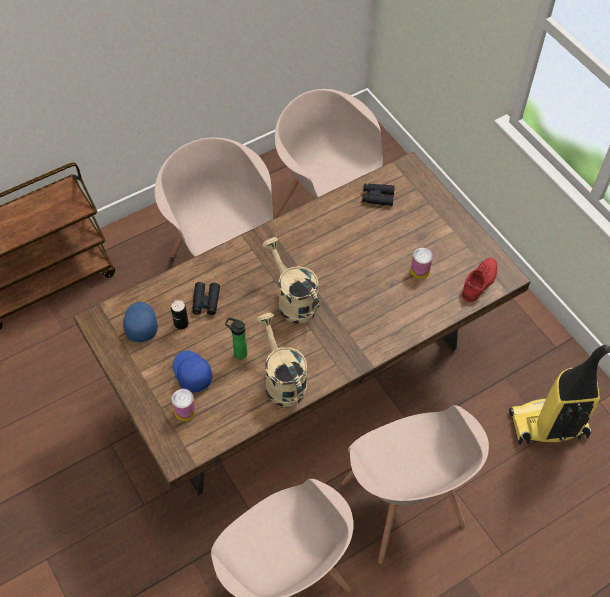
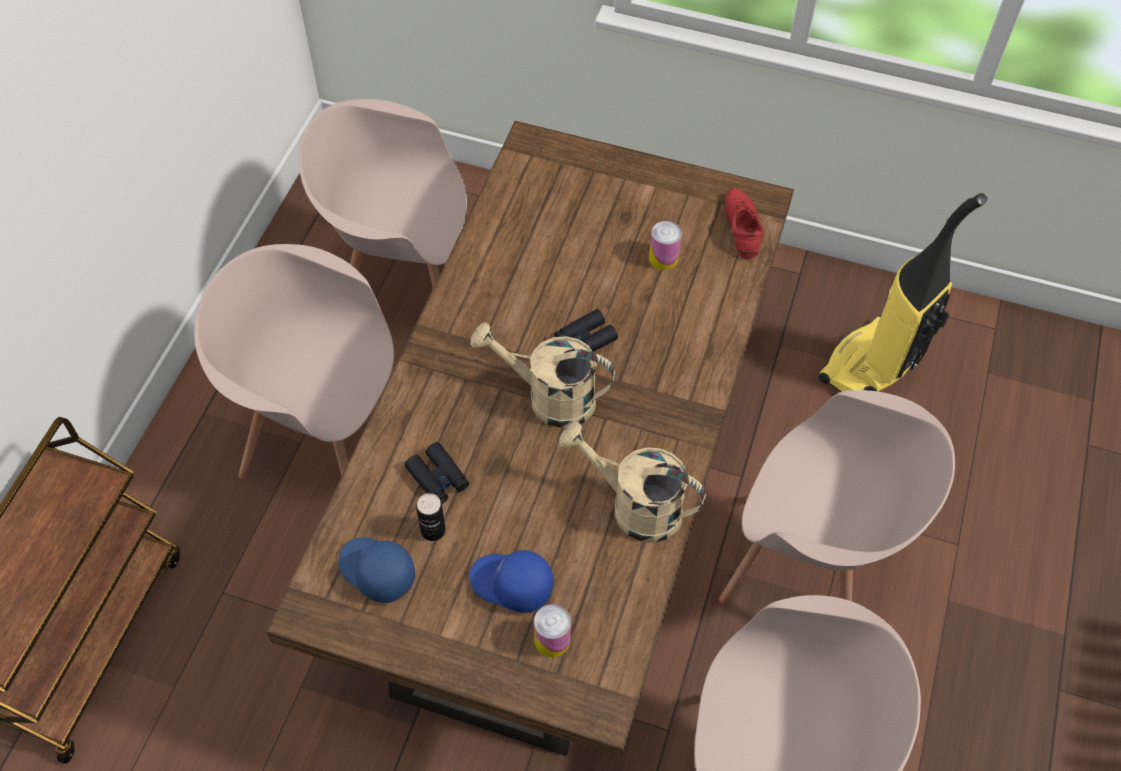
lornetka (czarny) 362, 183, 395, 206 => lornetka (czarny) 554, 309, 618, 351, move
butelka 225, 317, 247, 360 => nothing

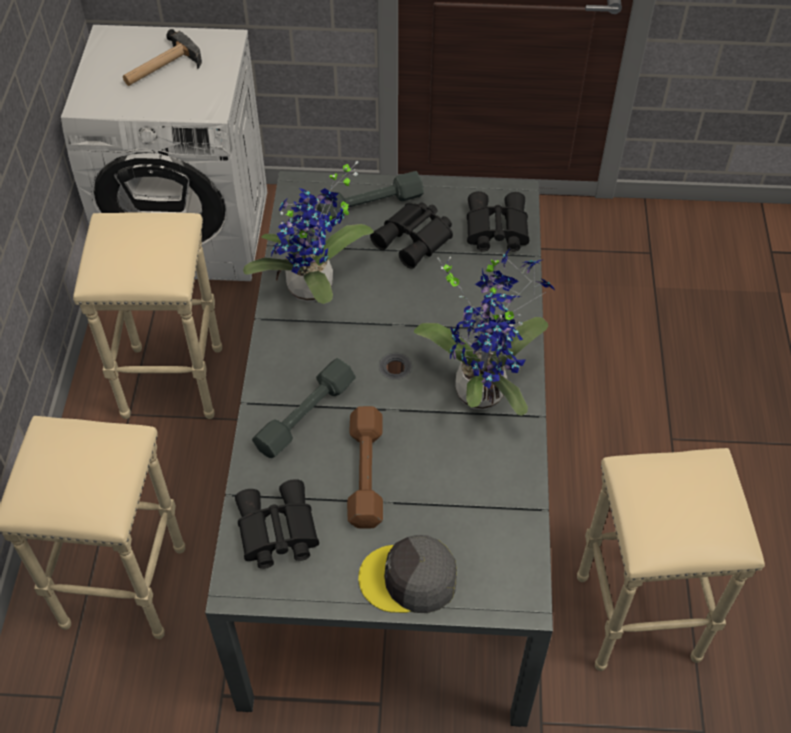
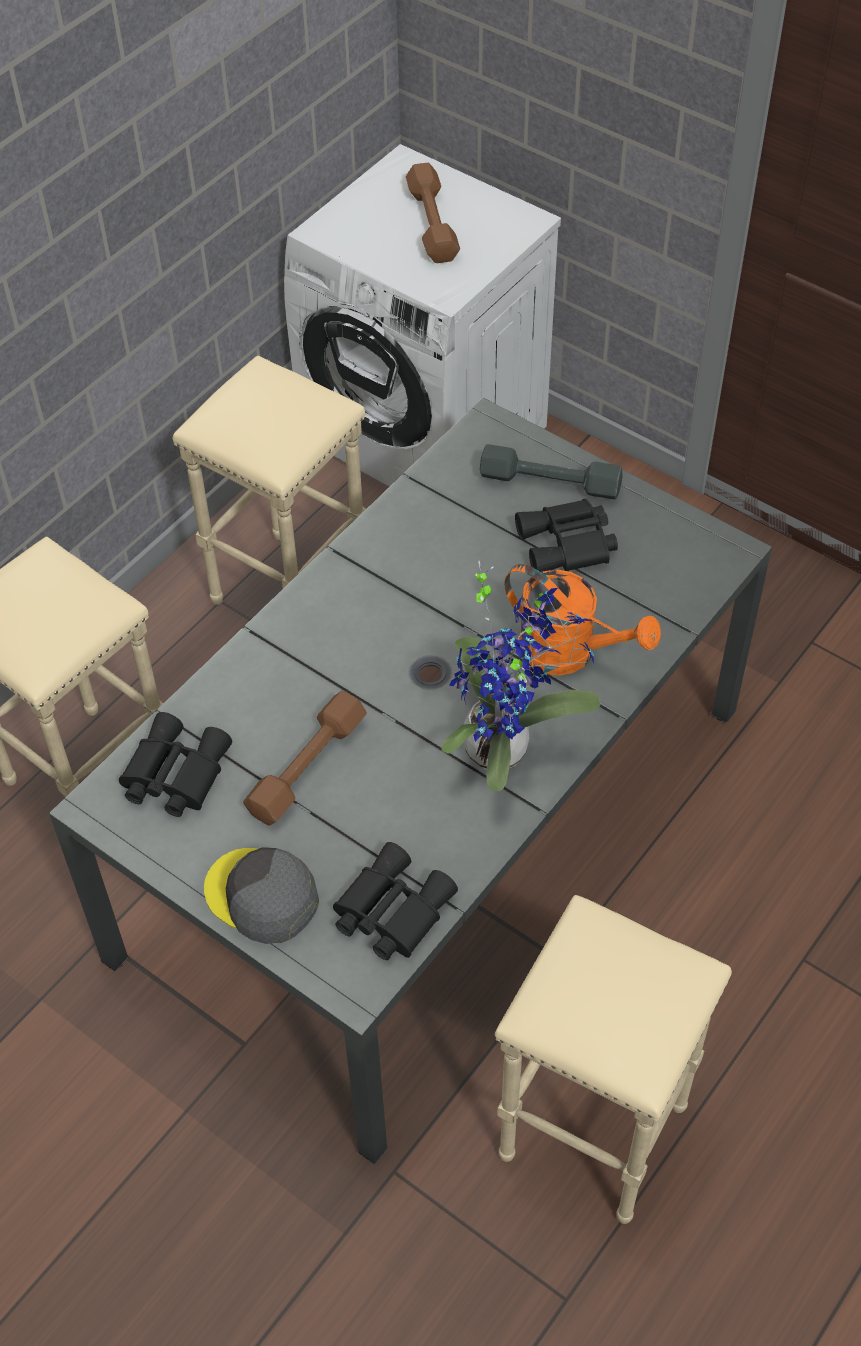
młotek 123, 29, 202, 86 => hantel (brązowy) 406, 163, 460, 263
roślina doniczkowa 243, 161, 374, 304 => nothing
lornetka (czarny) 467, 191, 529, 252 => lornetka (czarny) 333, 842, 458, 960, move
hantel (szary) 252, 358, 356, 458 => nothing
nothing => konewka (pomarańczowy) 504, 564, 661, 676

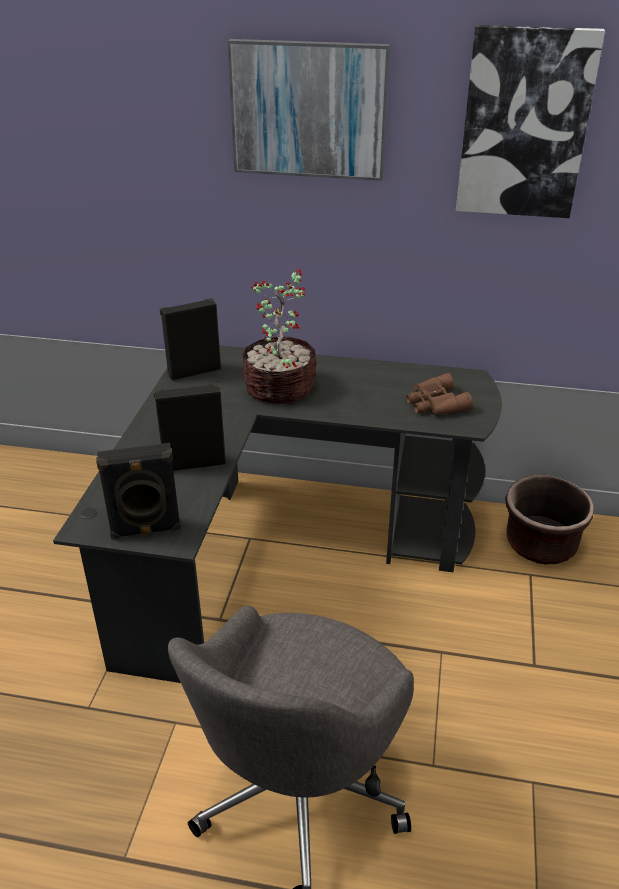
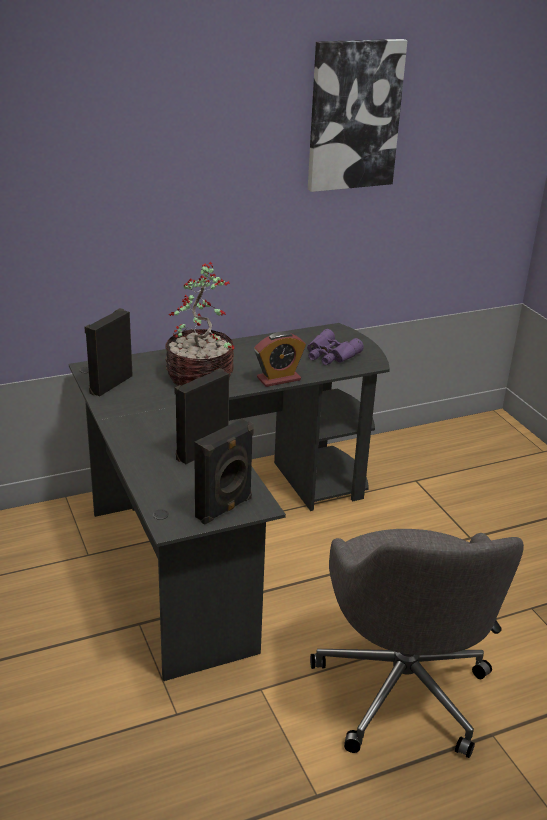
obraz 228, 39, 390, 181 => nothing
lornetka (brązowy) 406, 373, 473, 415 => lornetka (fioletowy) 307, 329, 364, 365
donica (brązowy) 505, 474, 594, 565 => nothing
nothing => budzik 254, 331, 306, 387

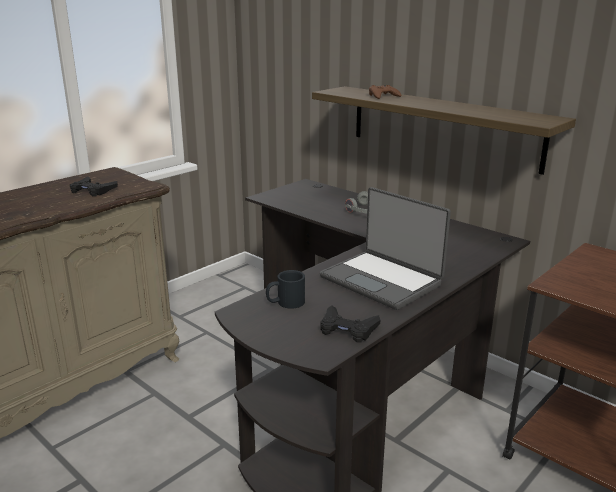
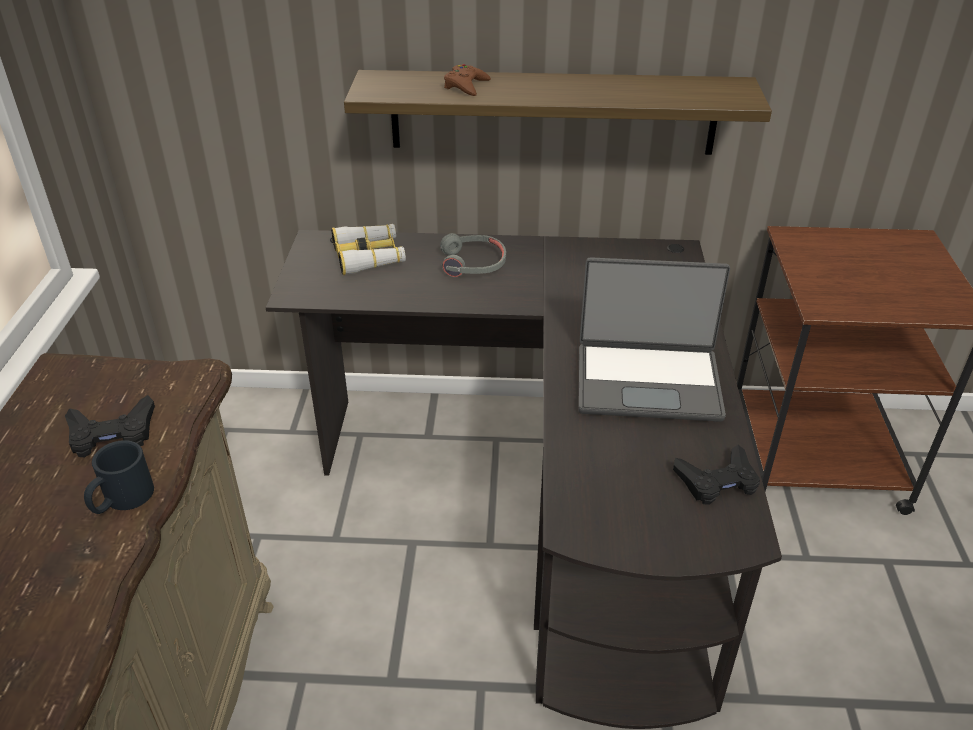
kubek (czarny) 266, 270, 305, 309 => kubek (czarny) 84, 440, 154, 514, move
nothing => lornetka 331, 224, 406, 275

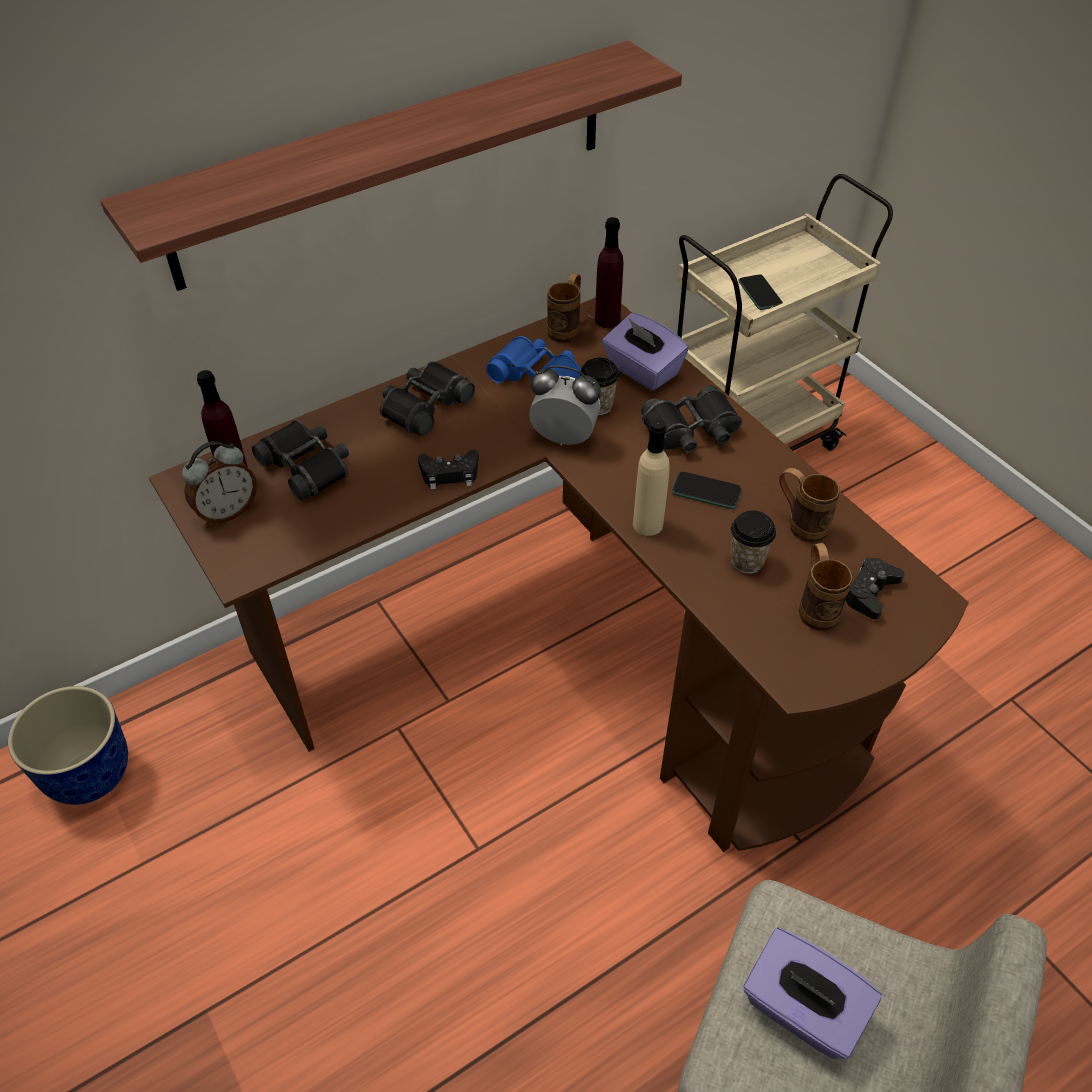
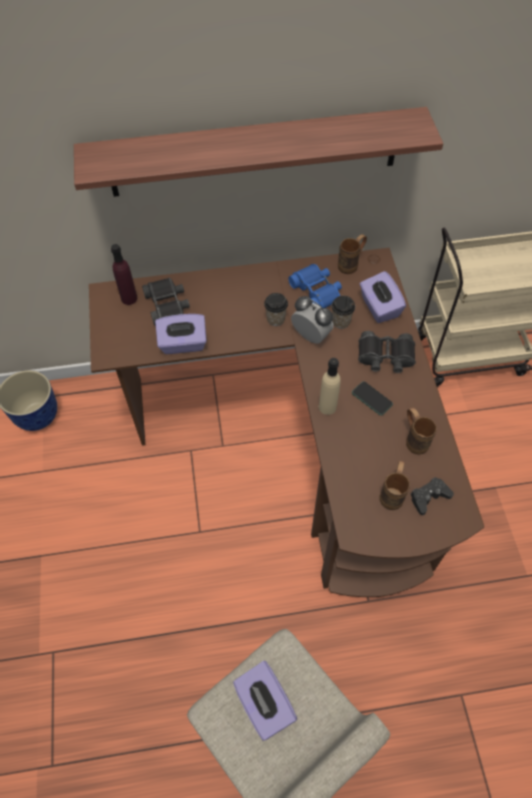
butelka (fioletowy) 595, 217, 623, 328 => nothing
telefon 738, 274, 783, 310 => nothing
lornetka (czarny) 380, 361, 475, 436 => nothing
budzik 182, 441, 257, 525 => nothing
pad do gier (czarny) 418, 450, 479, 489 => nothing
filiżanka 730, 511, 776, 574 => filiżanka 264, 293, 288, 326, move
nothing => pudełko chusteczek (fioletowy) 155, 314, 207, 354

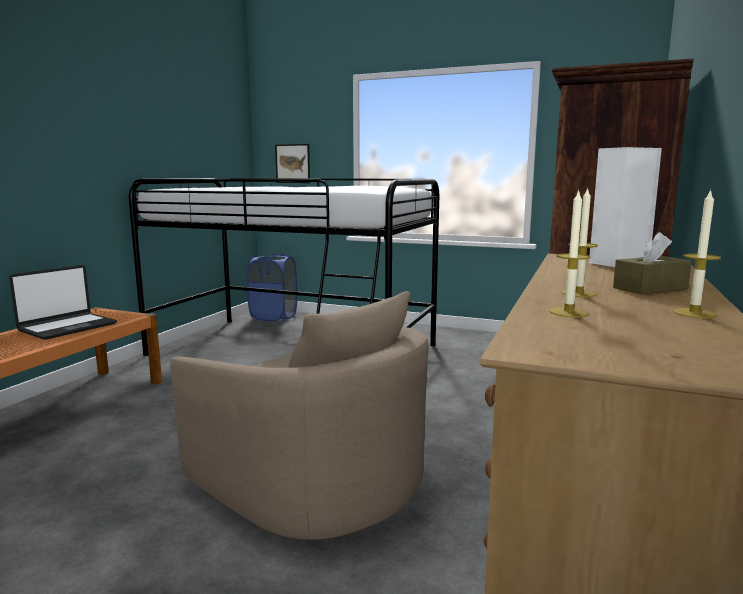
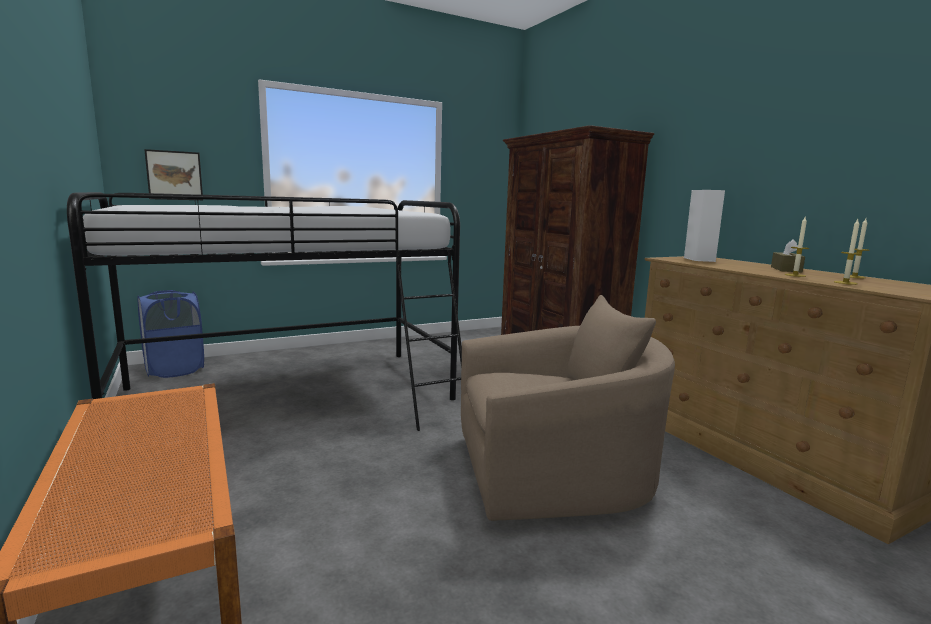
laptop 9, 265, 117, 340 => nothing

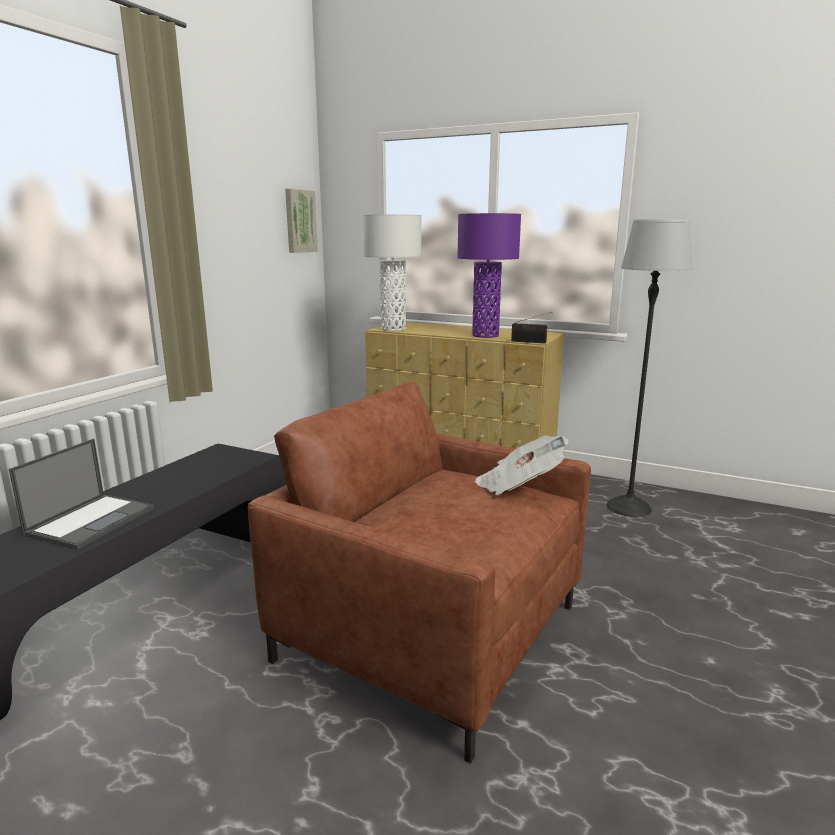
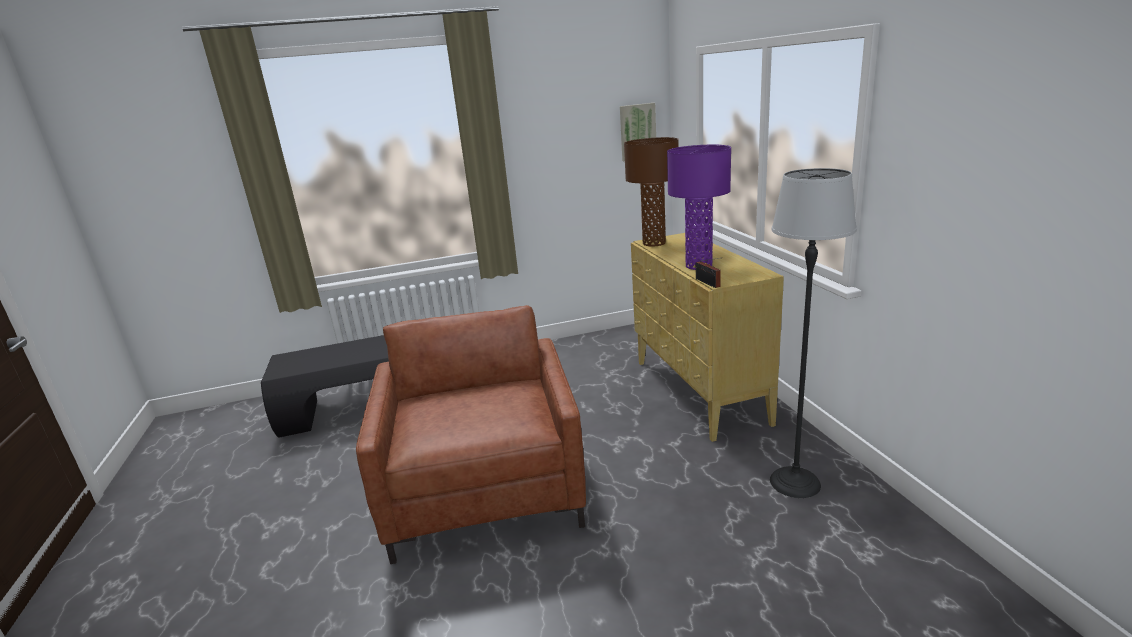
lampa stołowa (biały) 363, 214, 421, 331 => lampa stołowa (brązowy) 624, 137, 679, 246
gazeta 475, 435, 569, 495 => nothing
laptop 9, 439, 154, 550 => nothing

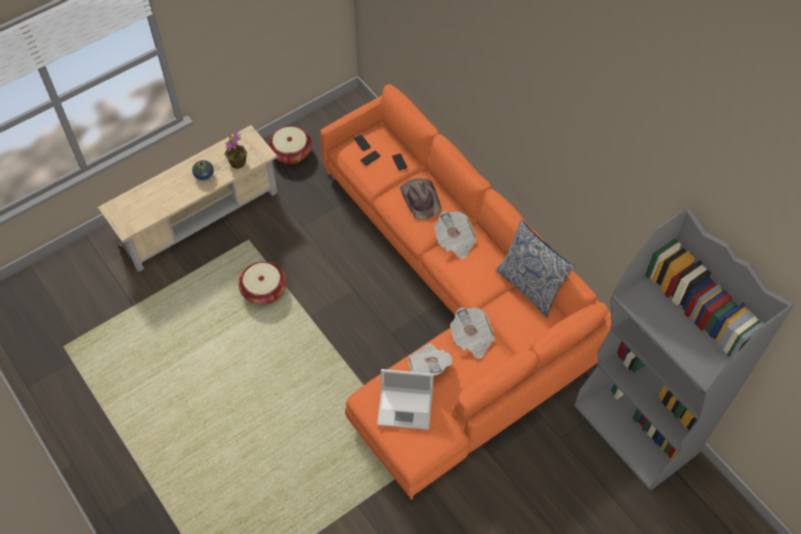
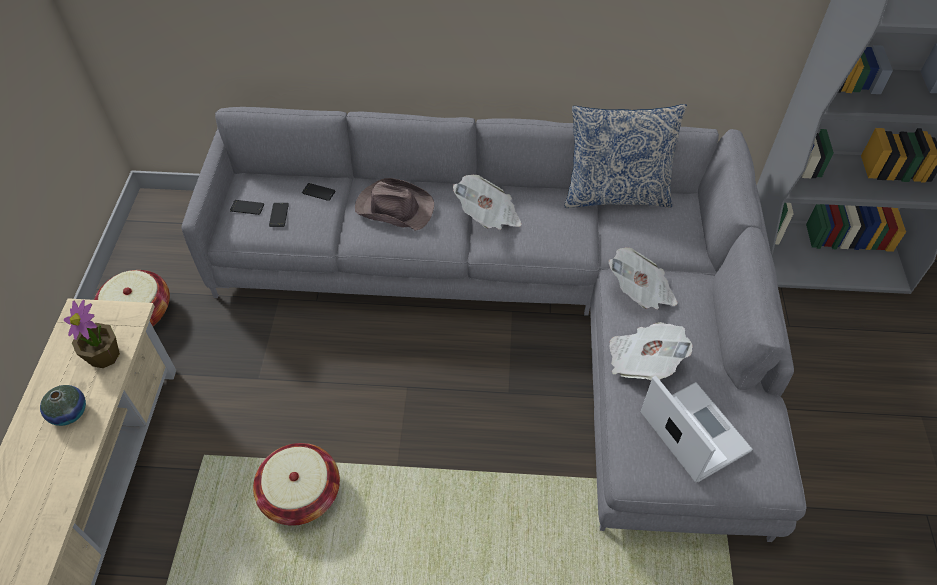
kanapa (pomarańczowy) 320, 84, 611, 500 => kanapa (szary) 182, 107, 807, 542
laptop 377, 369, 434, 430 => laptop 641, 376, 753, 482, 75 degrees counterclockwise

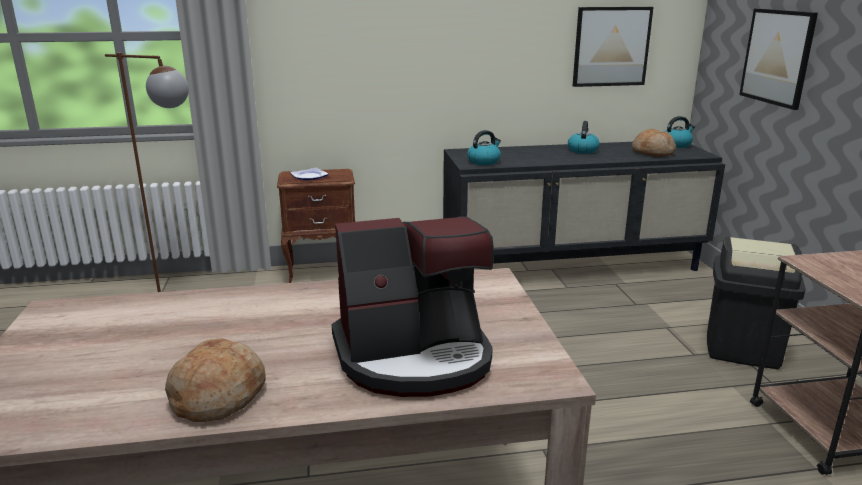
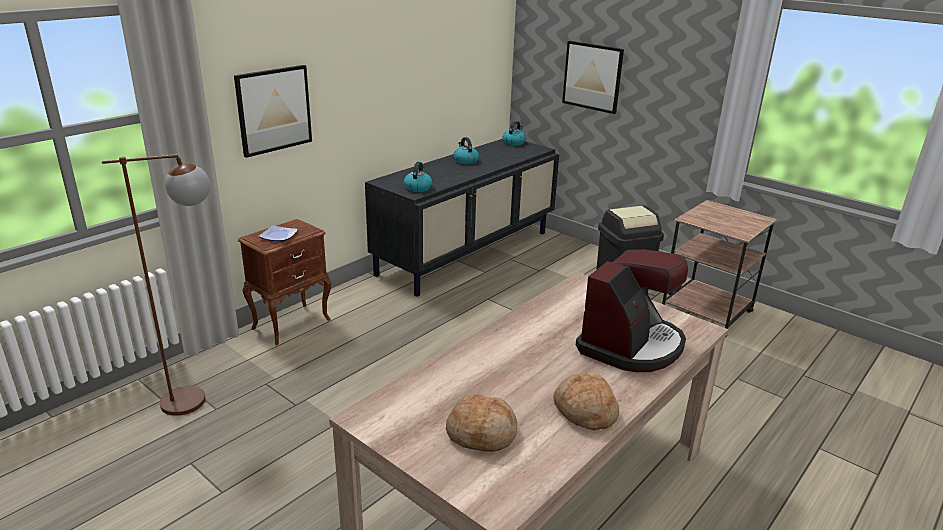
obraz 573, 7, 653, 87 => obraz 234, 65, 312, 158, move
chleb 632, 129, 676, 157 => chleb 446, 394, 517, 452, move

